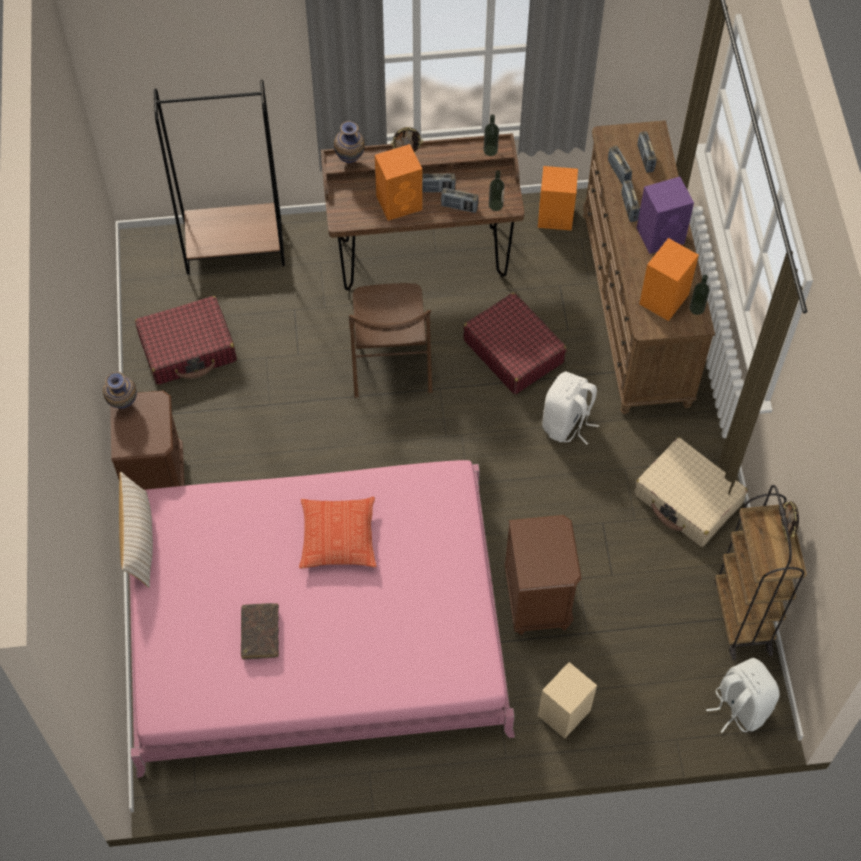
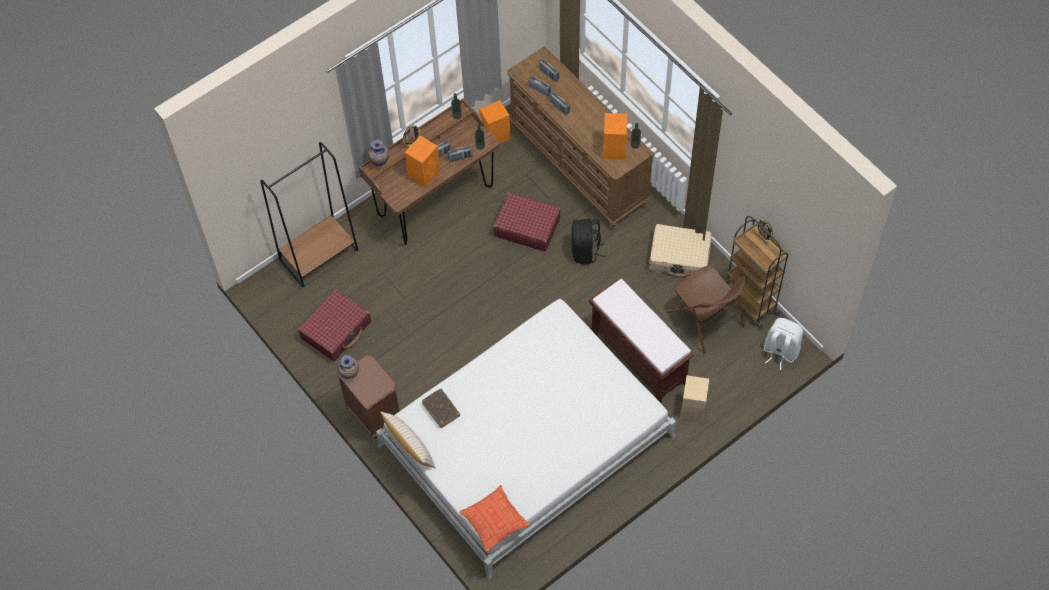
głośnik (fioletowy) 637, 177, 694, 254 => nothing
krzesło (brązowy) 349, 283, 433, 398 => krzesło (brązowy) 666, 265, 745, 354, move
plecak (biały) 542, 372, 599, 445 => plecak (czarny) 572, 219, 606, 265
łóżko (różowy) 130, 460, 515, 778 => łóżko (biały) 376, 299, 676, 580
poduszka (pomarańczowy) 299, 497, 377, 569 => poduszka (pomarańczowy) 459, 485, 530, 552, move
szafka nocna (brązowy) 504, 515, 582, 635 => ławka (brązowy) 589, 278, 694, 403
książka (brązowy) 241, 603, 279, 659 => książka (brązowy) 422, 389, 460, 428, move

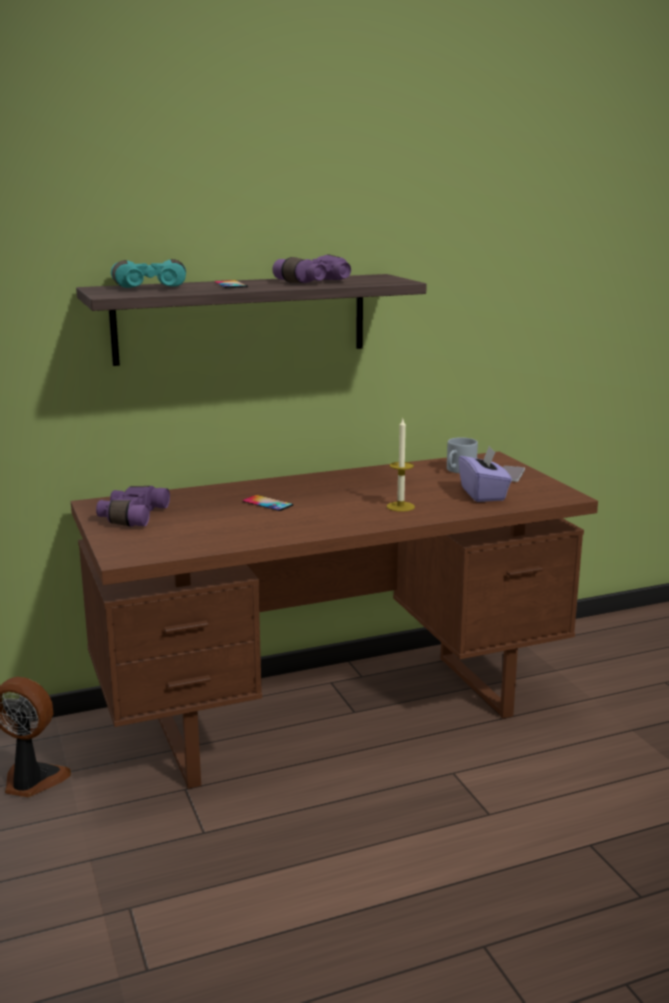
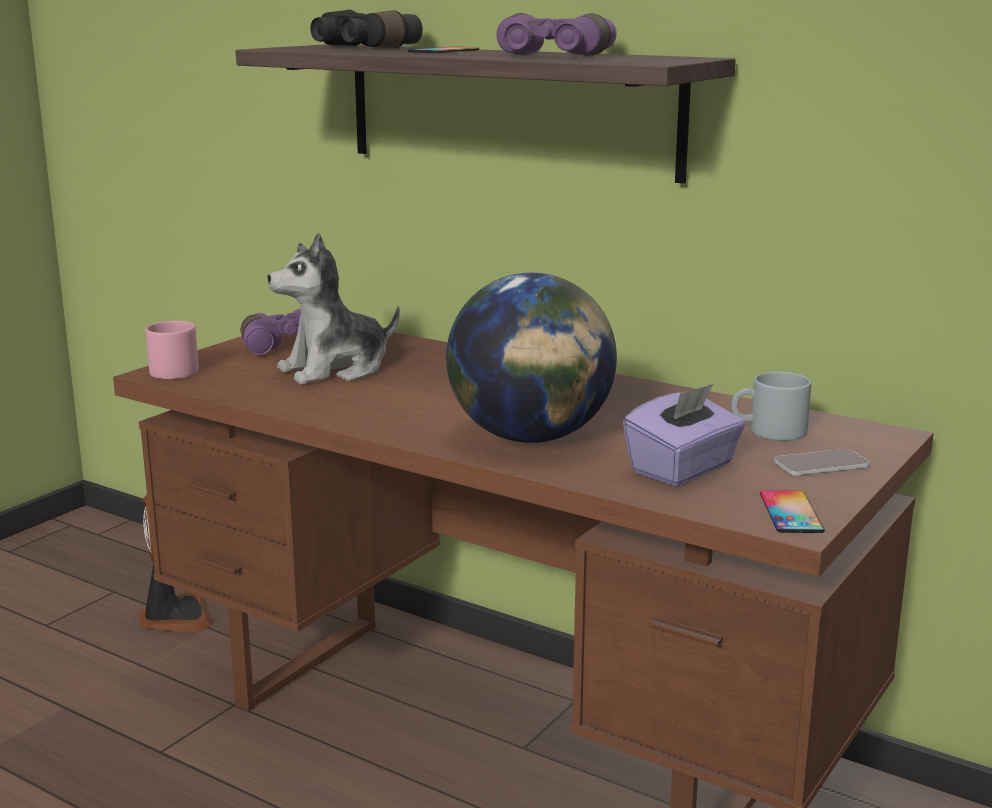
lornetka (turkusowy) 111, 259, 186, 288 => lornetka (czarny) 310, 10, 423, 48
świeca 387, 419, 415, 512 => globus 446, 273, 617, 443
telefon 242, 495, 293, 511 => telefon 760, 490, 825, 533, move
nothing => pluszak 268, 233, 400, 384
nothing => kubek (różowy) 145, 321, 199, 379

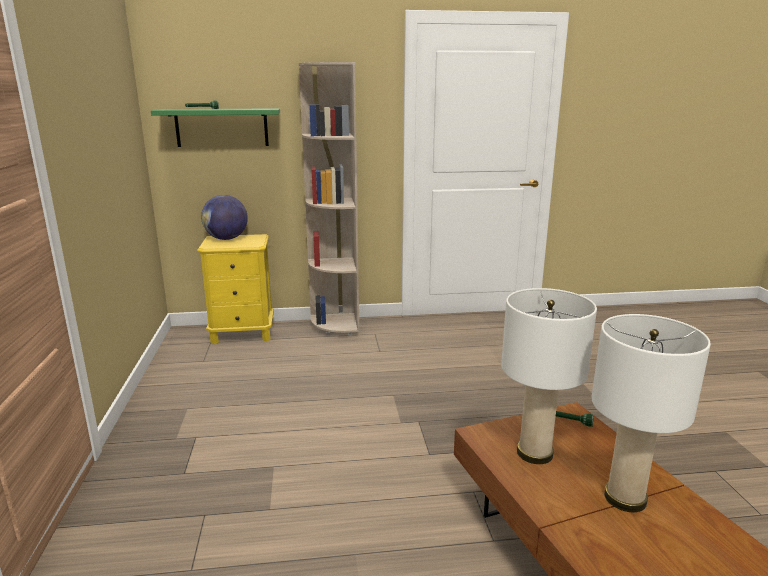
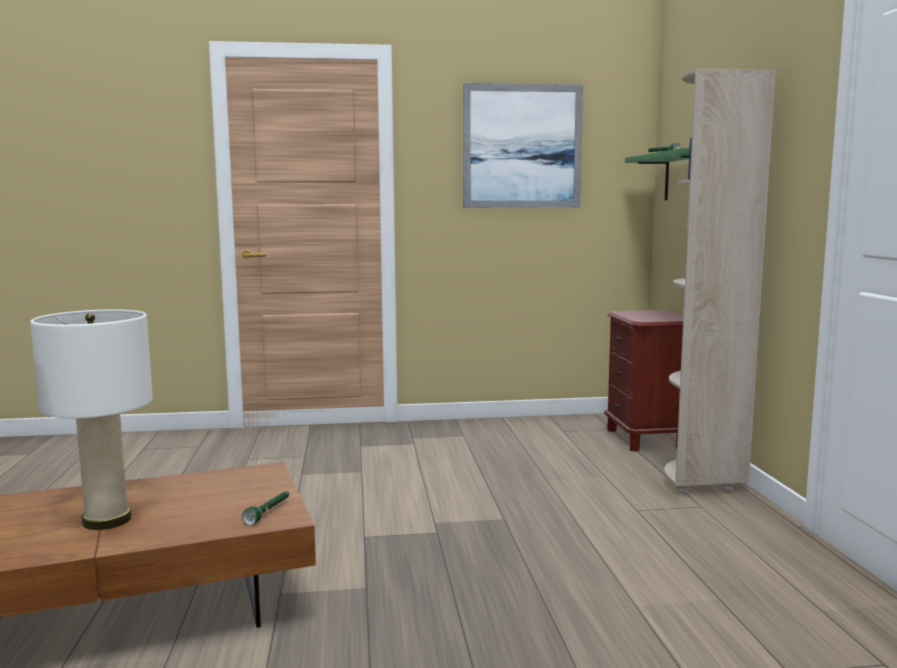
globus 201, 195, 248, 240 => nothing
szafka nocna (żółty) 197, 234, 274, 344 => szafka nocna (brązowy) 604, 310, 683, 452
lampa stołowa (biały) 501, 288, 597, 464 => nothing
nothing => obraz 463, 83, 583, 208

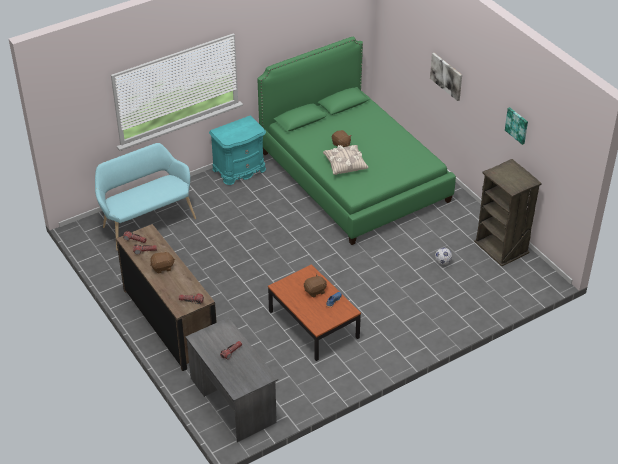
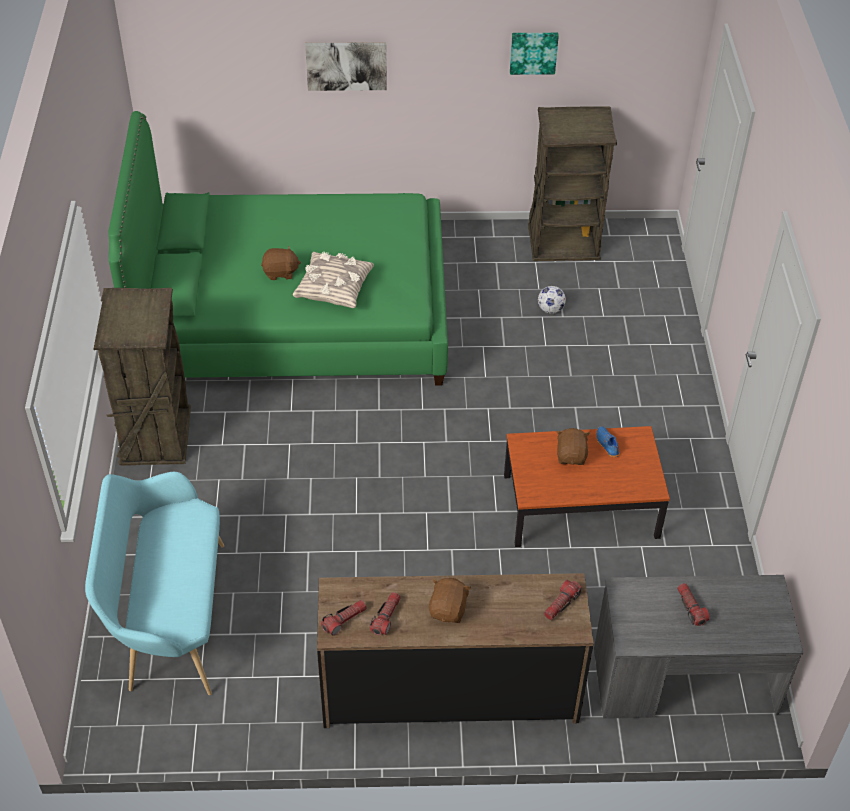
szafka nocna (turkusowy) 209, 115, 266, 185 => regał (brązowy) 93, 288, 191, 465

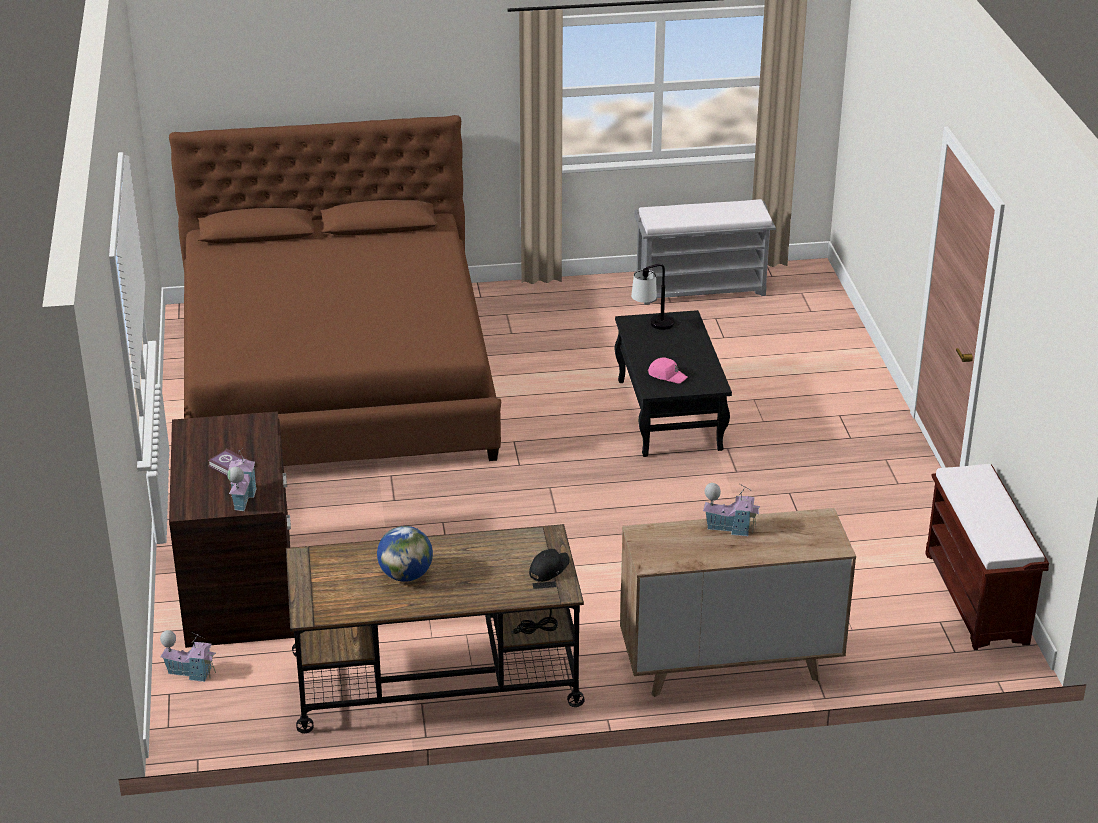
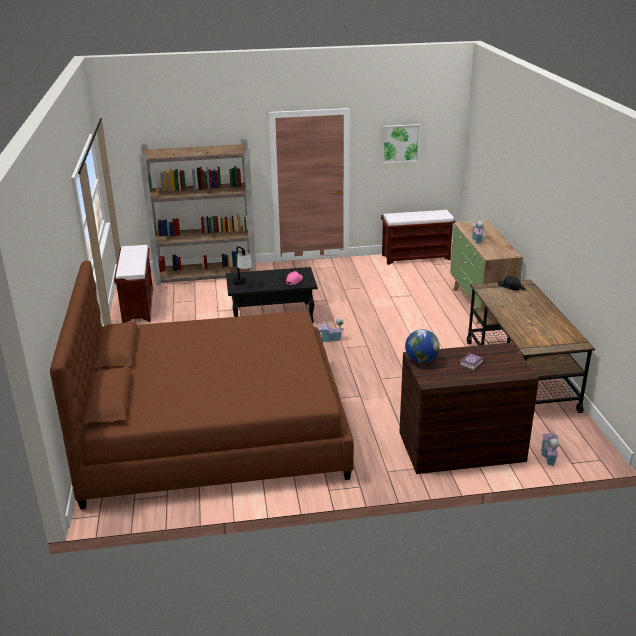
ławka (szary) 634, 199, 776, 305 => ławka (brązowy) 114, 245, 153, 323
domek 227, 448, 257, 511 => domek 318, 317, 344, 342, move
globus 377, 526, 433, 582 => globus 405, 329, 440, 363, move
nothing => obraz 382, 124, 420, 164
nothing => regał (brązowy) 139, 139, 256, 286

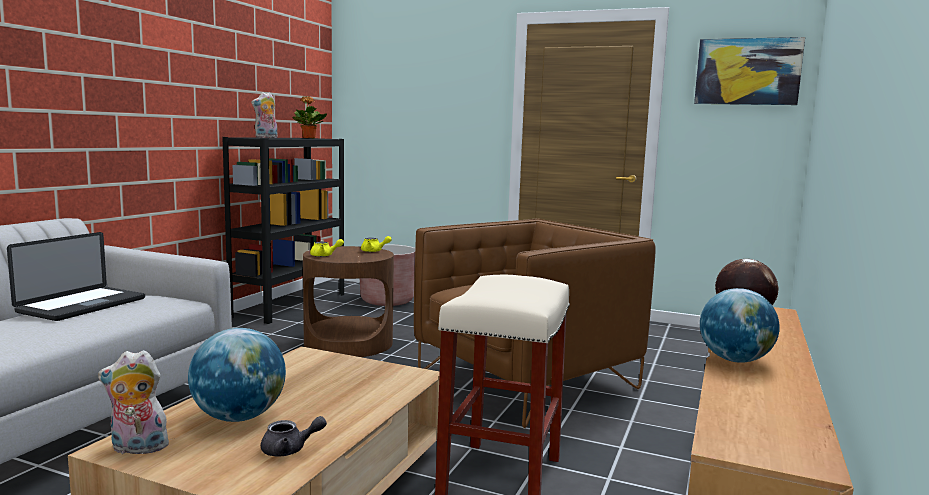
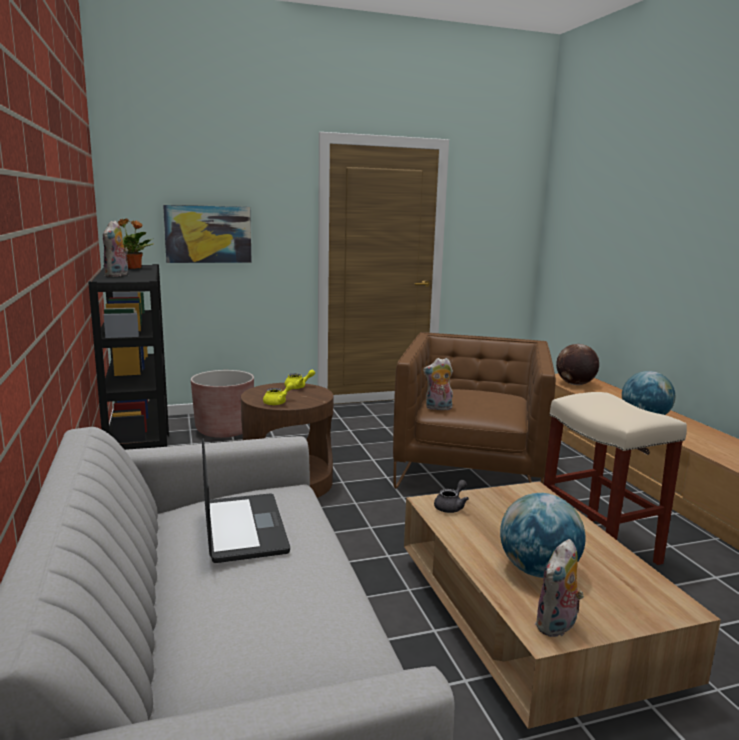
obraz 694, 37, 805, 105 => obraz 163, 205, 252, 263, move
imbryk (szary) 261, 416, 327, 456 => imbryk (szary) 434, 480, 469, 513, move
nothing => pluszak 423, 358, 453, 410

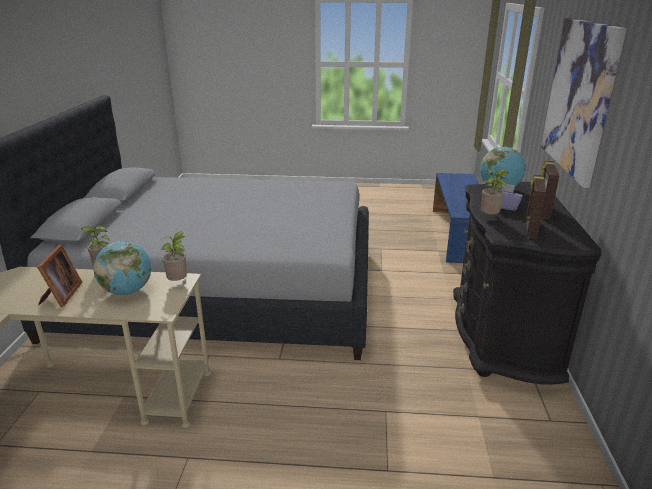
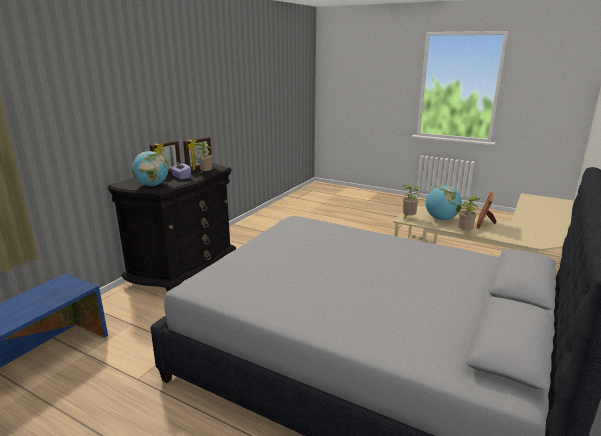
obraz 541, 18, 627, 188 => nothing

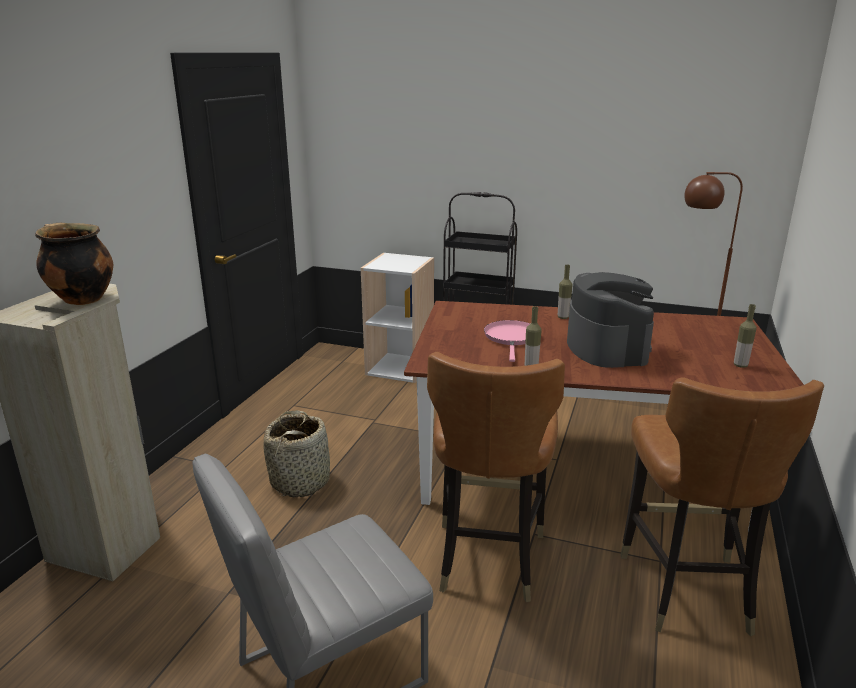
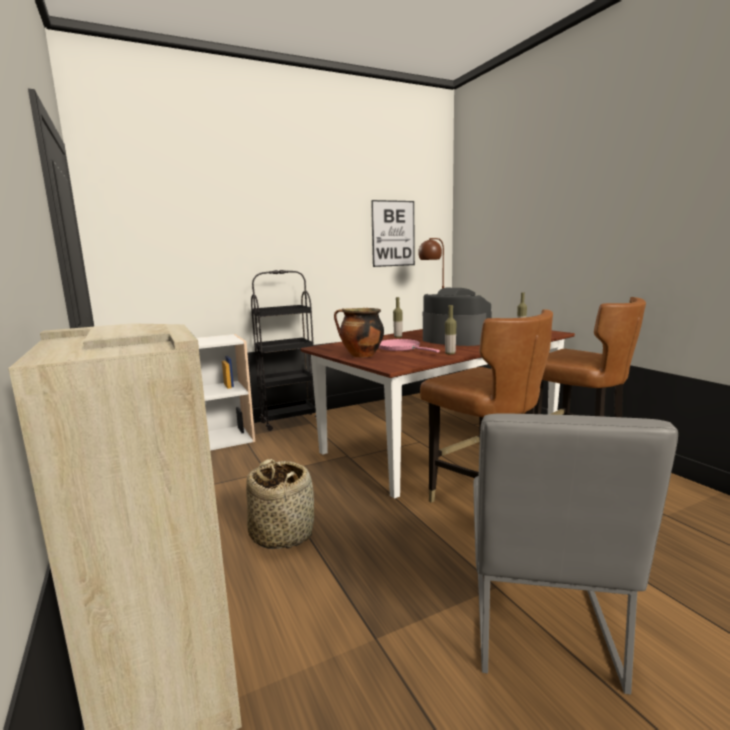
garnek 35, 223, 113, 305 => garnek 334, 308, 384, 358, move
nothing => obraz 371, 200, 415, 267

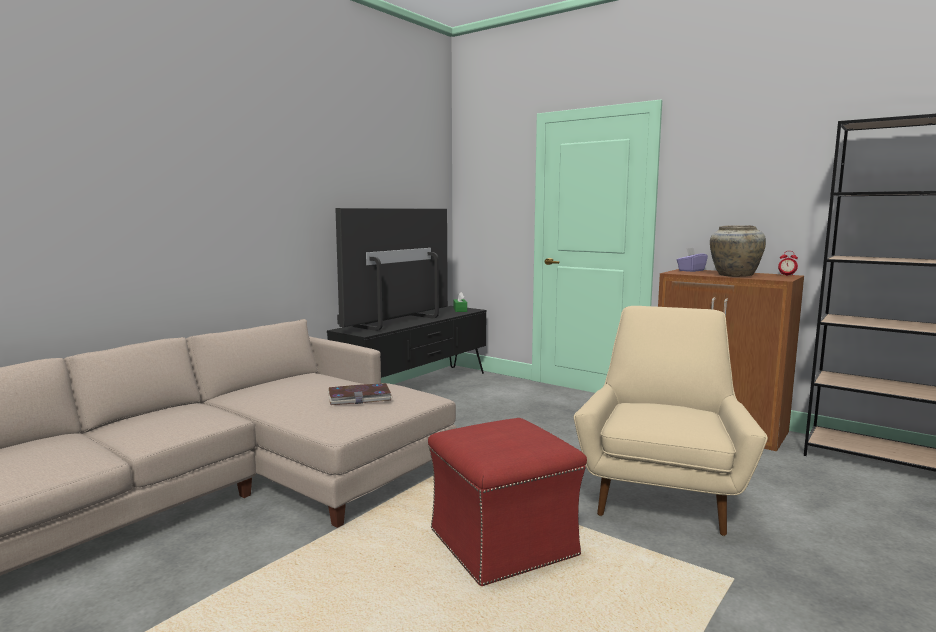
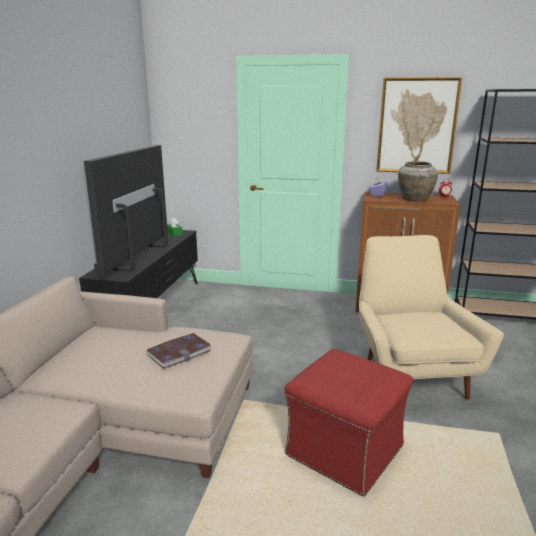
nothing => obraz 376, 77, 463, 174

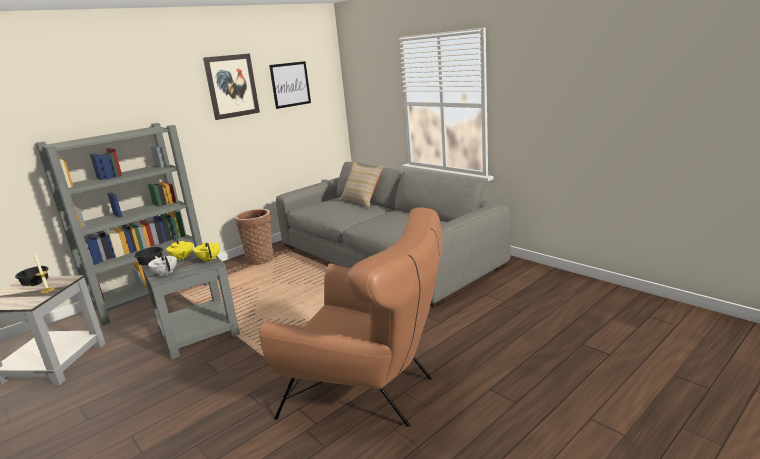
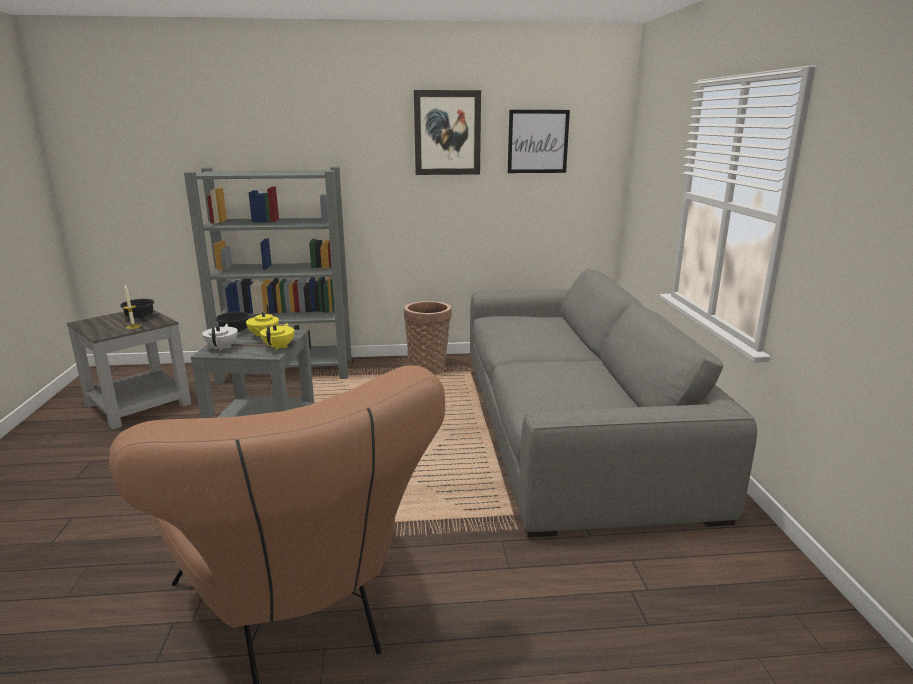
poduszka (beżowy) 340, 162, 384, 207 => nothing

